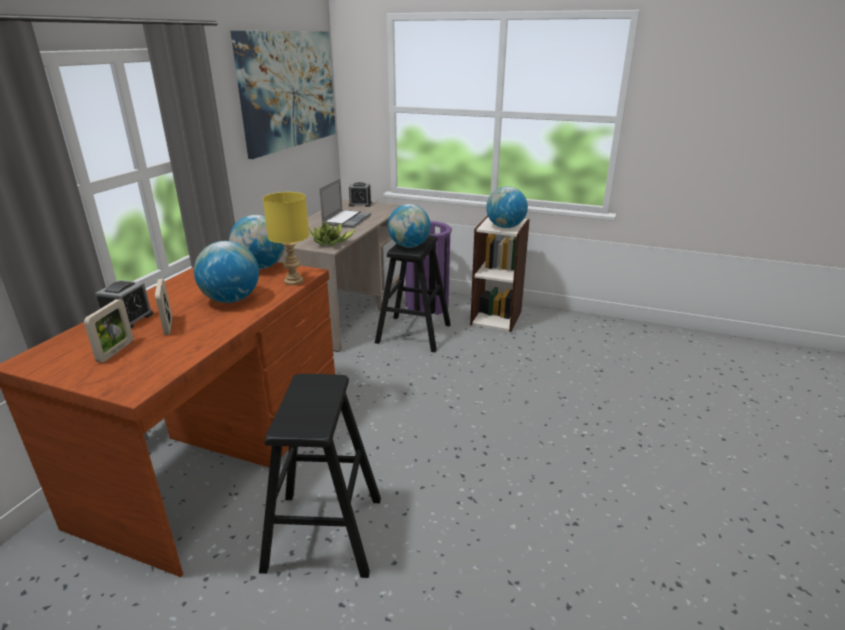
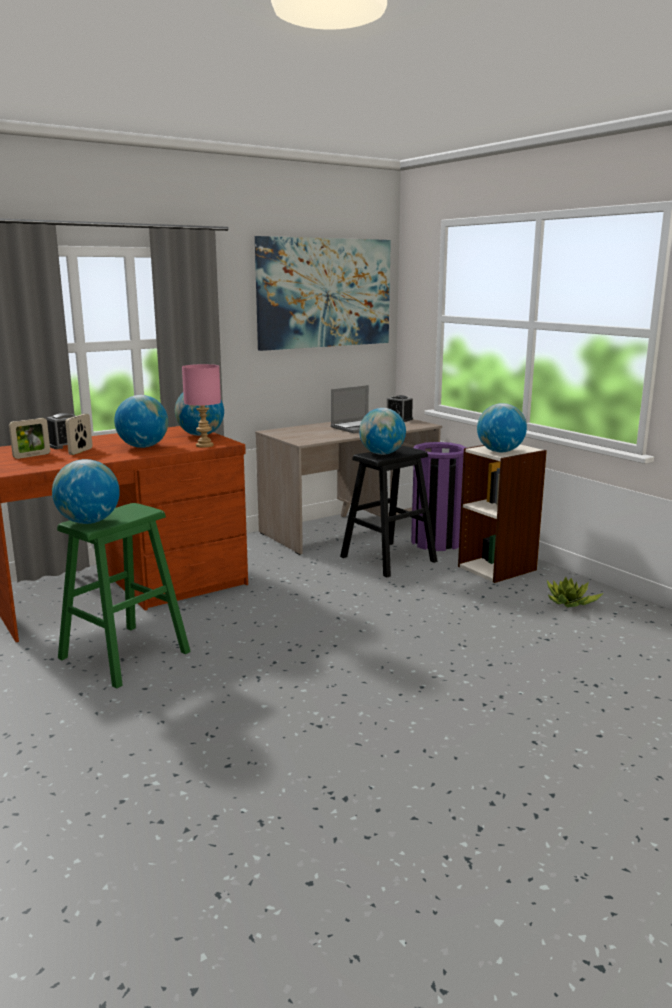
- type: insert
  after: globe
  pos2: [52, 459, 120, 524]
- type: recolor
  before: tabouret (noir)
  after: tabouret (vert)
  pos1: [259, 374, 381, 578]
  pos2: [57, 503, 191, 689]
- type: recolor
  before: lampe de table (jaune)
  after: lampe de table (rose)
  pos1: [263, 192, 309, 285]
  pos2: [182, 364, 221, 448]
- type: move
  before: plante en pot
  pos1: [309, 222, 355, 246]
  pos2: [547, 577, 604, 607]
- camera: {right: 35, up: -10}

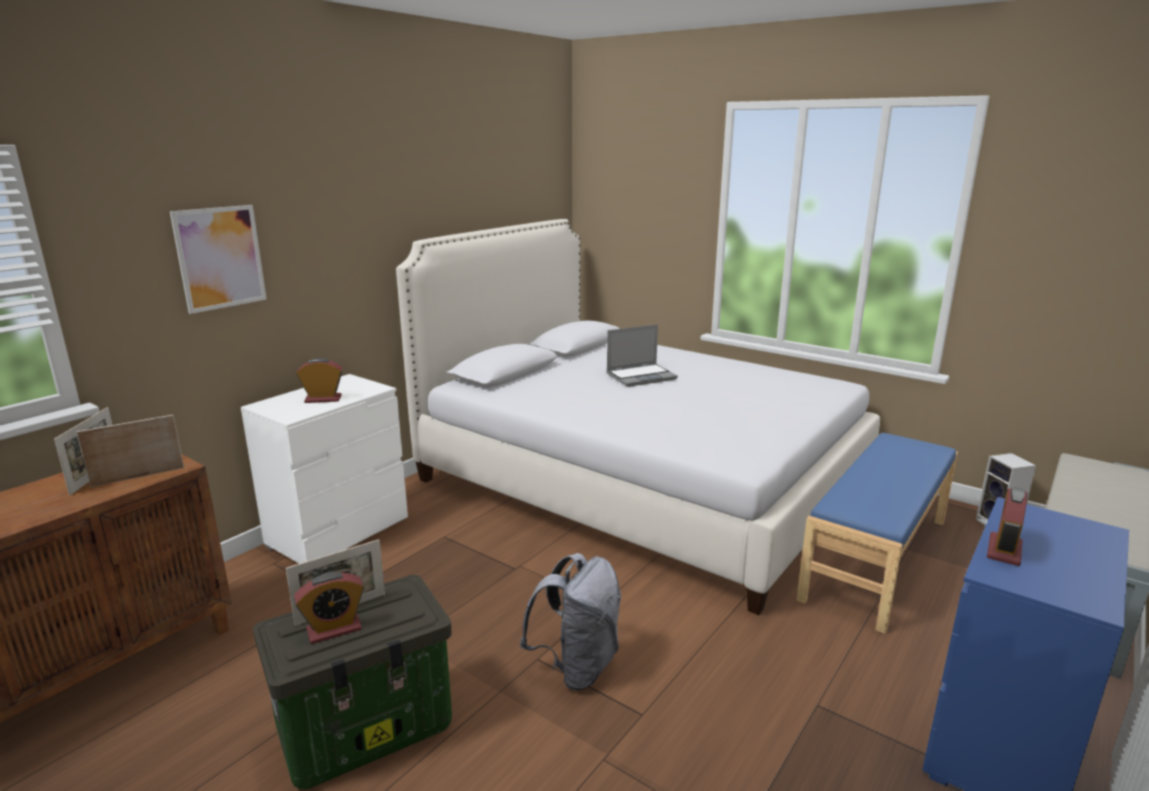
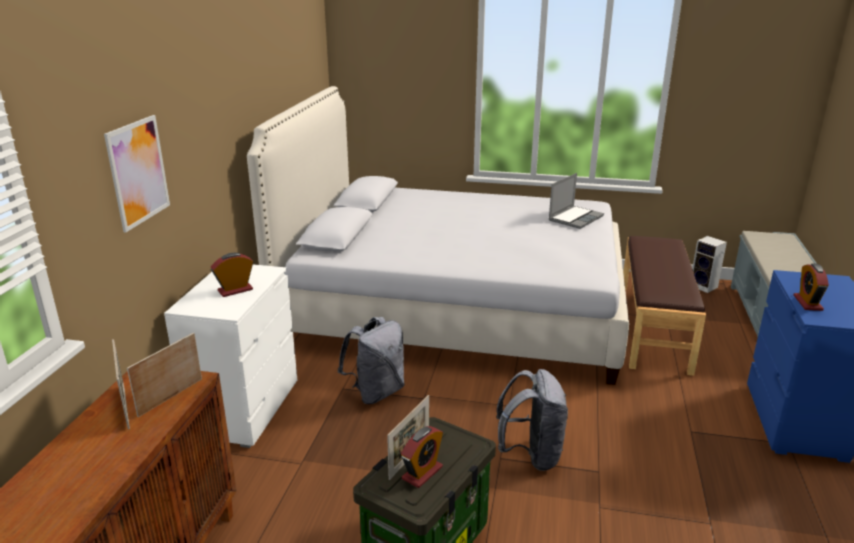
- type: insert
  after: sac à dos (gris)
  pos2: [338, 317, 404, 404]
- type: move
  before: ordinateur portable
  pos1: [606, 324, 678, 387]
  pos2: [549, 173, 604, 229]
- type: recolor
  before: banc (bleu)
  after: banc (marron)
  pos1: [796, 433, 958, 634]
  pos2: [623, 236, 706, 376]
- camera: {right: -25, up: 5}

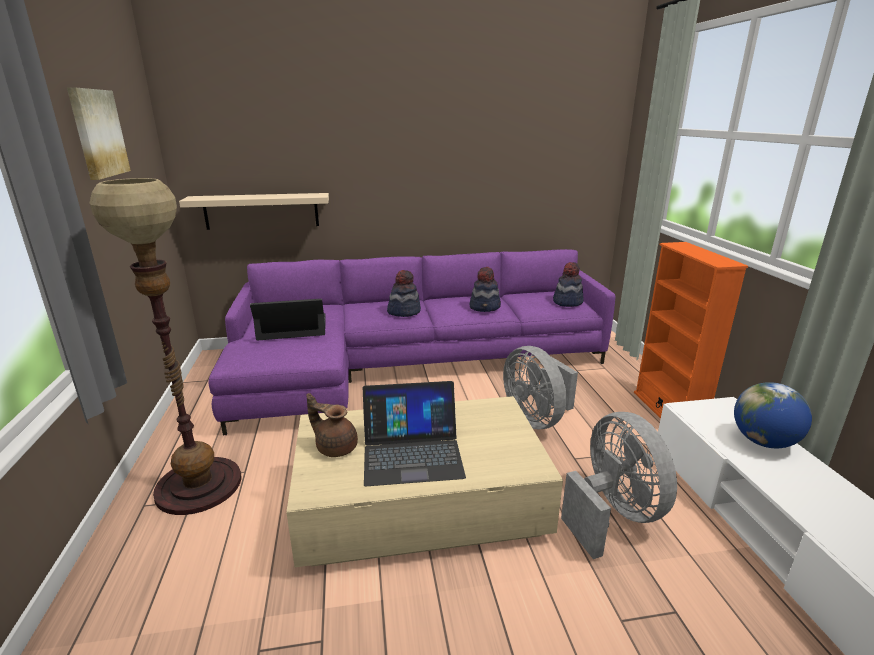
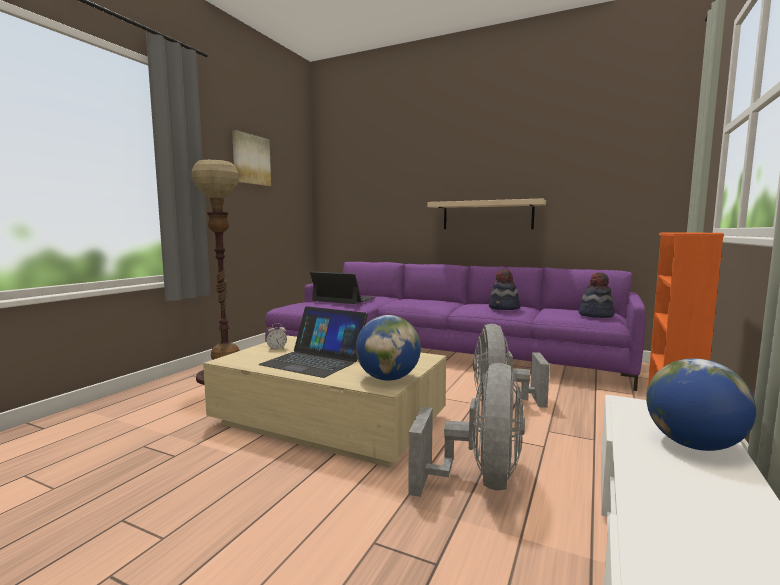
- type: replace
  before: théière (marron)
  after: réveil
  pos1: [307, 393, 358, 457]
  pos2: [266, 323, 287, 350]
- type: insert
  after: globe
  pos2: [356, 315, 421, 381]
- type: move
  before: étagère (beige)
  pos1: [179, 193, 329, 230]
  pos2: [427, 198, 546, 229]
- type: delete
  before: chapeau
  pos1: [387, 270, 421, 317]
- camera: {right: 35, up: -15}

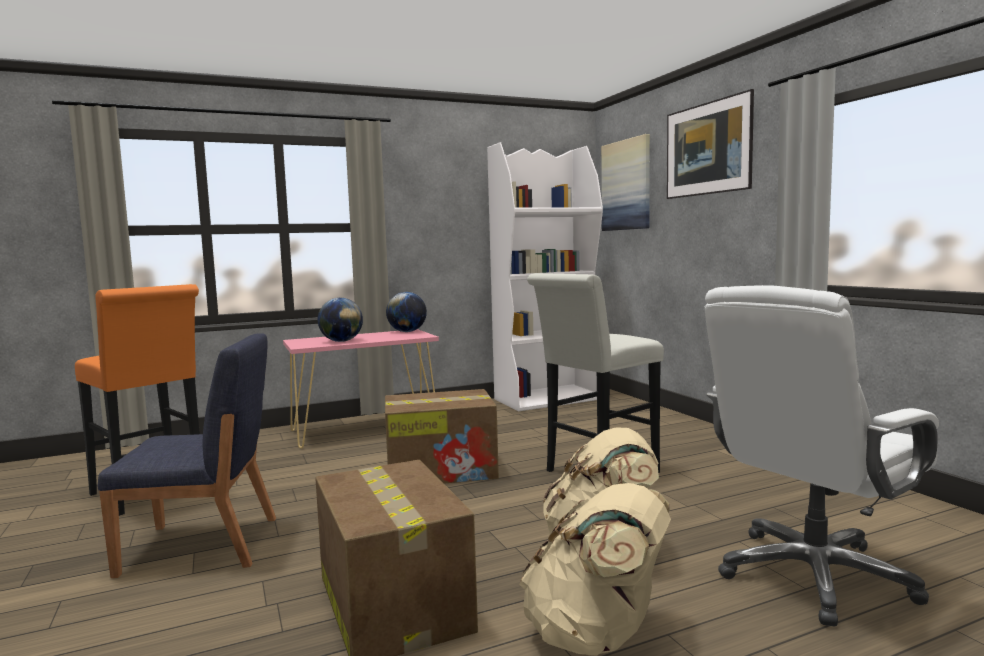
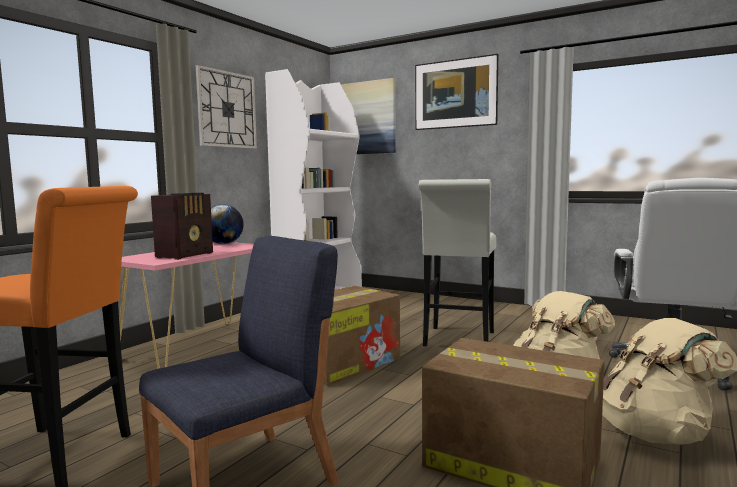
- type: replace
  before: globe
  after: radio
  pos1: [318, 298, 363, 342]
  pos2: [151, 193, 213, 260]
- type: insert
  after: horloge murale
  pos2: [196, 65, 257, 149]
- camera: {right: -35, up: 0}

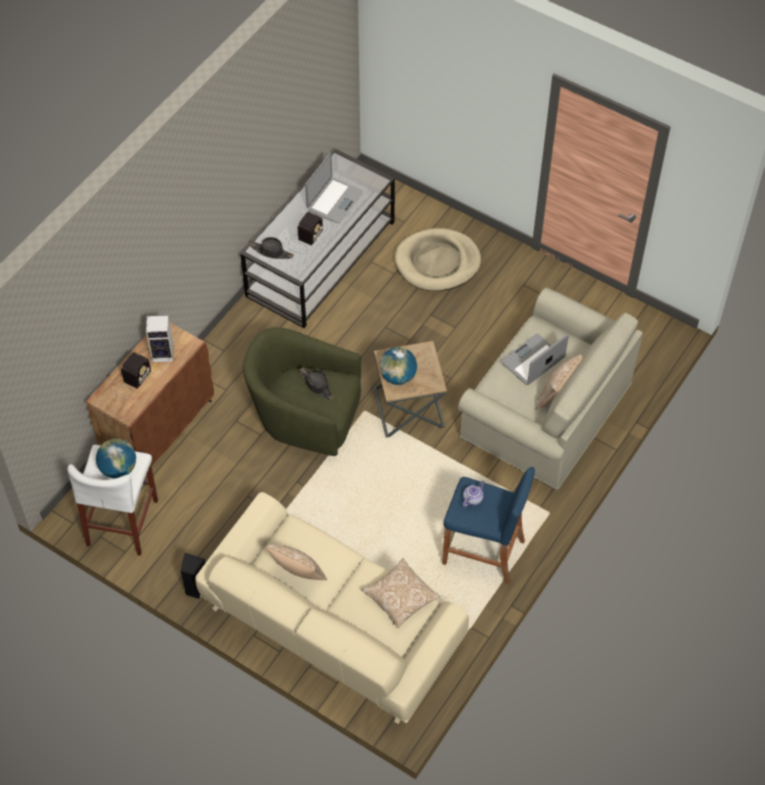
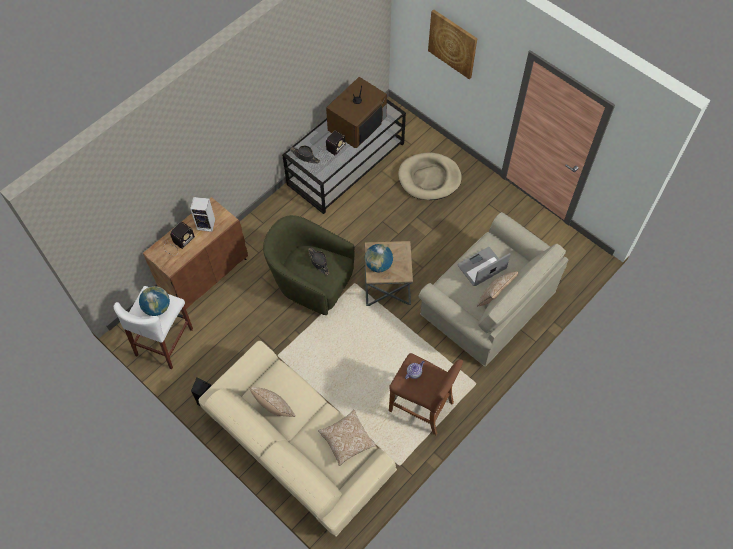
- type: replace
  before: ordinateur portable
  after: téléviseur
  pos1: [305, 153, 363, 223]
  pos2: [326, 77, 387, 148]
- type: recolor
  before: tabouret (bleu)
  after: tabouret (marron)
  pos1: [442, 467, 535, 585]
  pos2: [389, 353, 463, 435]
- type: insert
  after: tableau
  pos2: [428, 9, 477, 79]
- camera: {right: 10, up: 5}

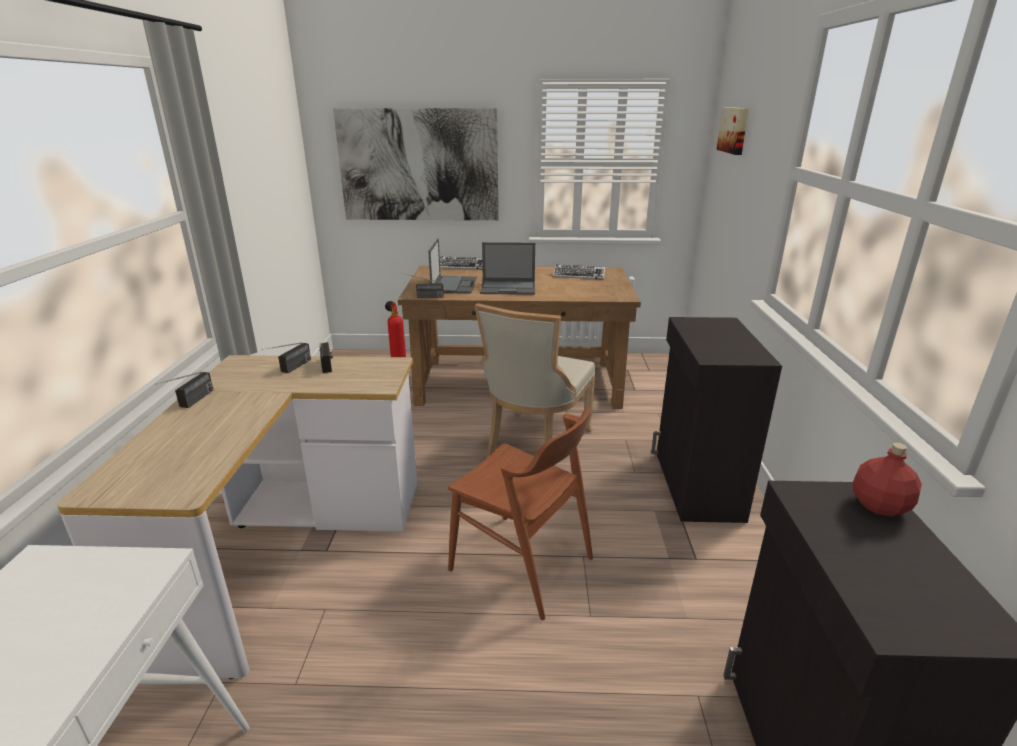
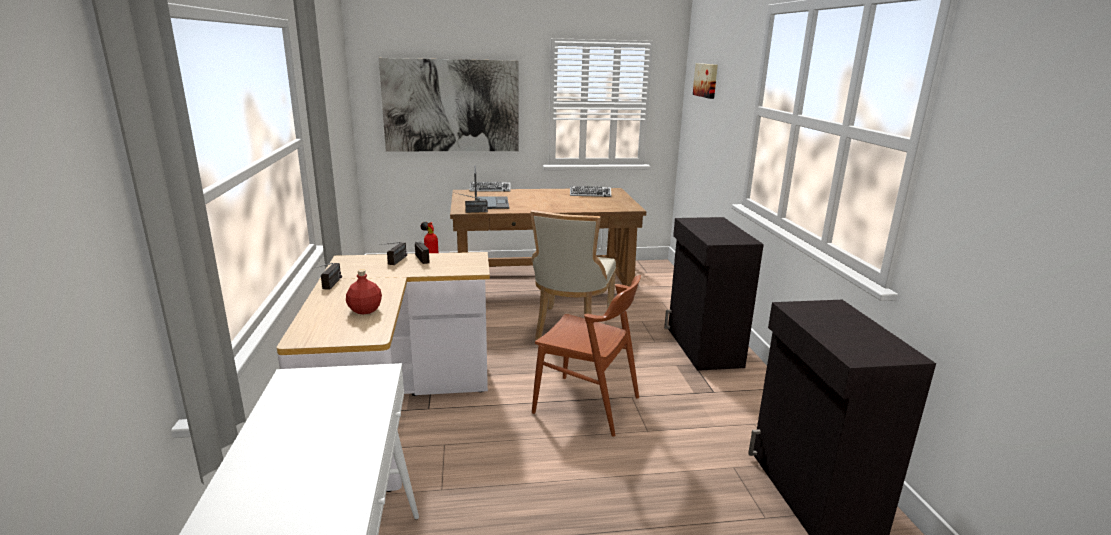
- type: move
  before: bouteille (rouge)
  pos1: [853, 442, 922, 516]
  pos2: [346, 269, 382, 314]
- type: delete
  before: ordinateur portable
  pos1: [480, 242, 535, 295]
- camera: {right: -10, up: -5}

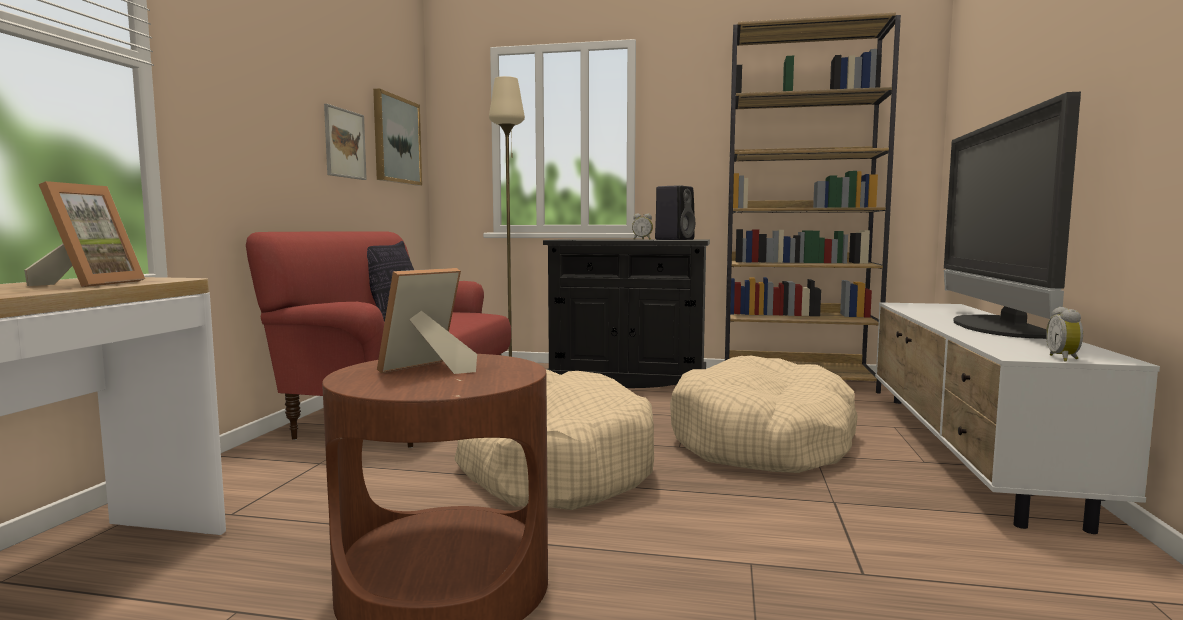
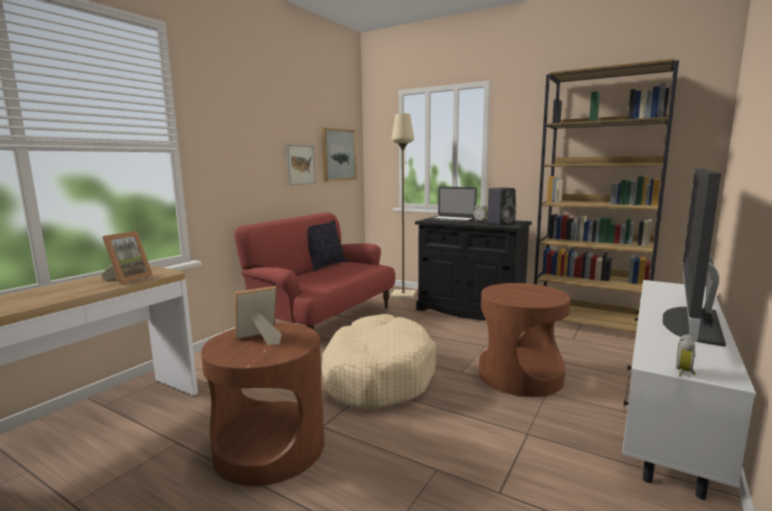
- type: insert
  after: ordinateur portable
  pos2: [425, 187, 477, 223]
- type: replace
  before: panier pour chien (beige)
  after: table d'appoint (marron)
  pos1: [670, 355, 858, 473]
  pos2: [479, 283, 571, 397]
- camera: {right: 20, up: 5}

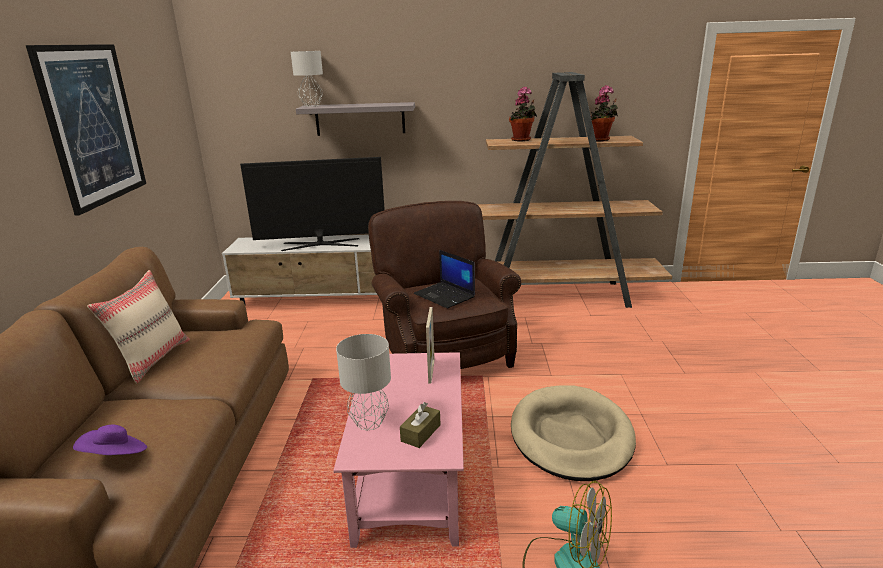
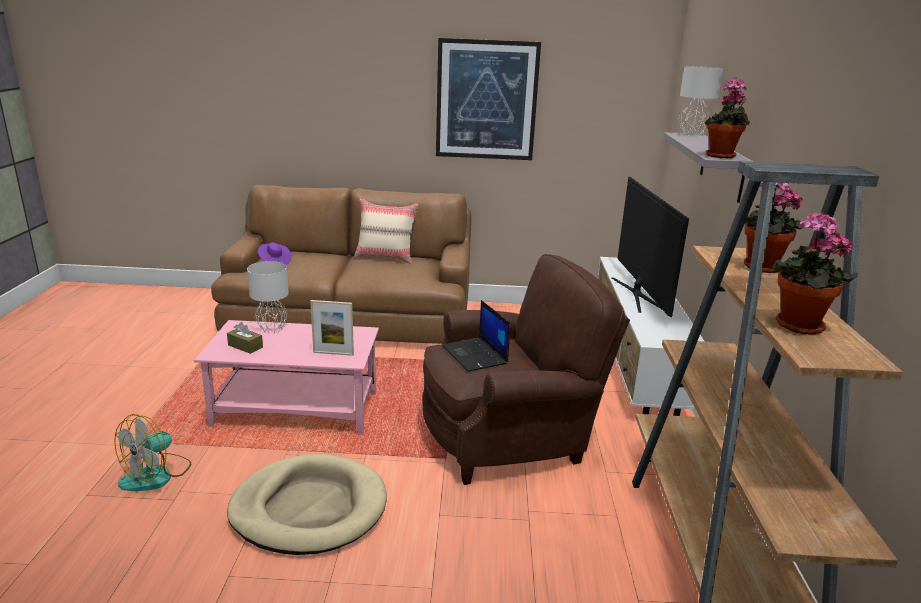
- type: rotate
  before: ordinateur portable
  pos1: [414, 250, 475, 308]
  pos2: [442, 300, 510, 372]
  turn: -75
- type: insert
  after: plante en pot
  pos2: [704, 77, 750, 158]
- camera: {right: 90, up: 0}

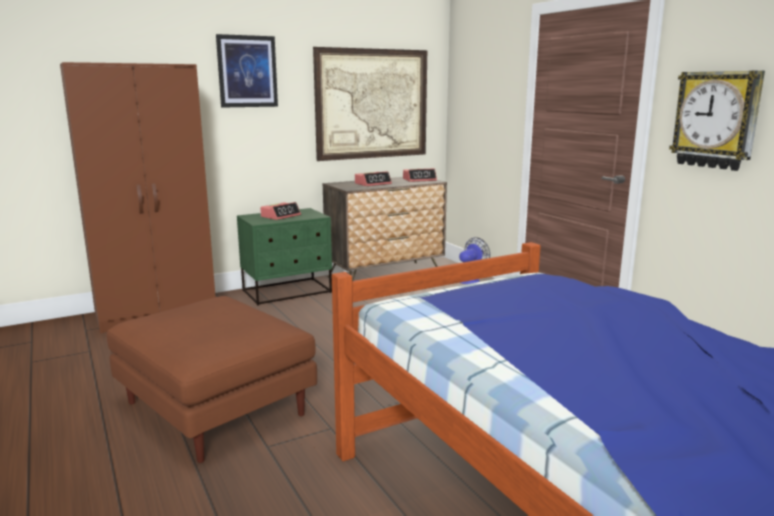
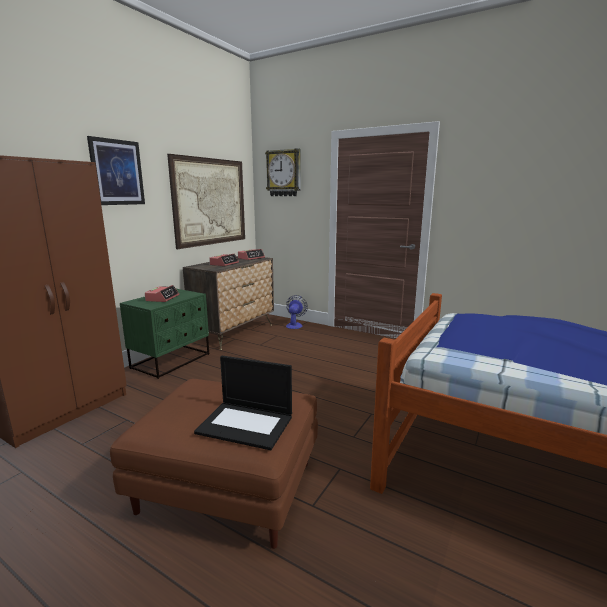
- type: insert
  after: ordinateur portable
  pos2: [194, 356, 292, 450]
- type: move
  before: horloge murale
  pos1: [669, 71, 765, 171]
  pos2: [265, 148, 301, 196]
- camera: {right: -30, up: 0}

